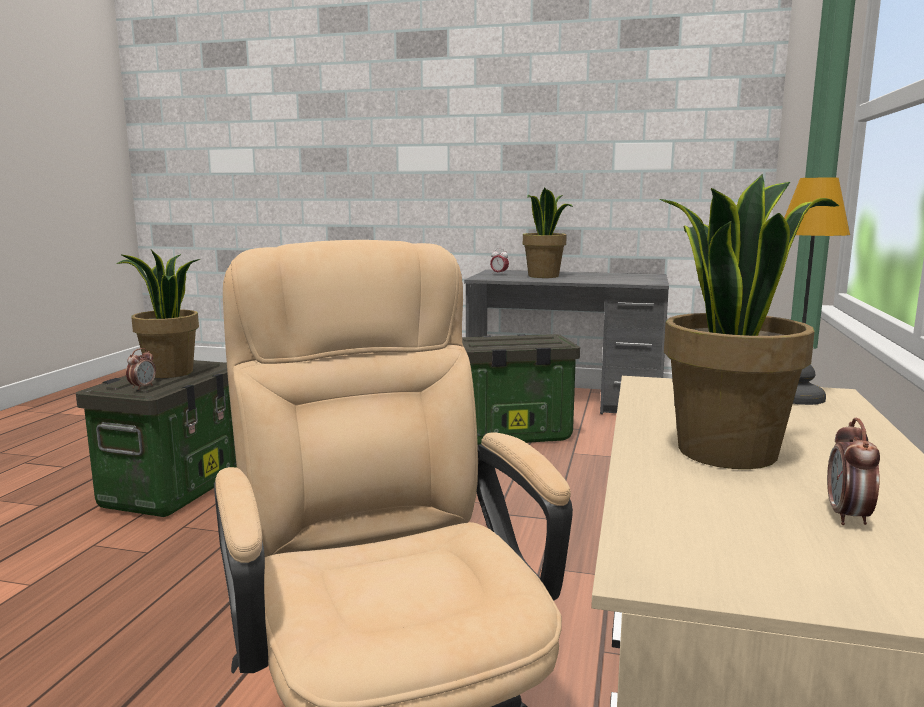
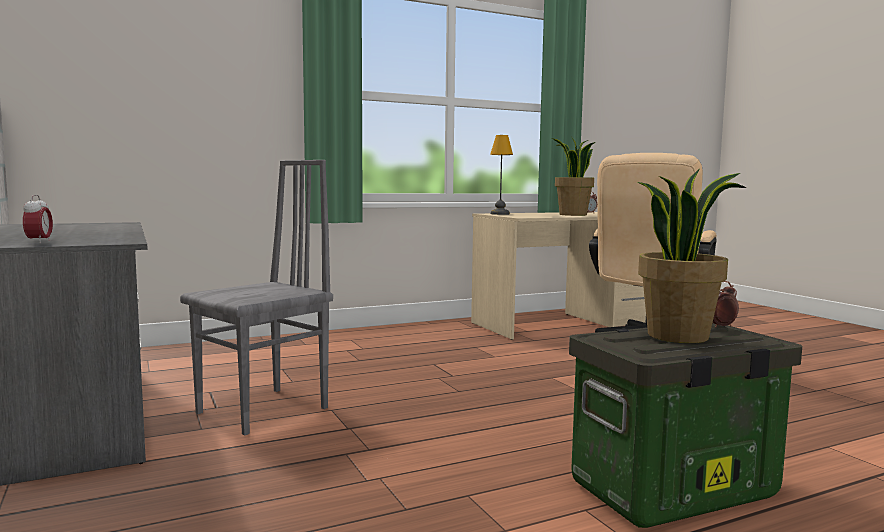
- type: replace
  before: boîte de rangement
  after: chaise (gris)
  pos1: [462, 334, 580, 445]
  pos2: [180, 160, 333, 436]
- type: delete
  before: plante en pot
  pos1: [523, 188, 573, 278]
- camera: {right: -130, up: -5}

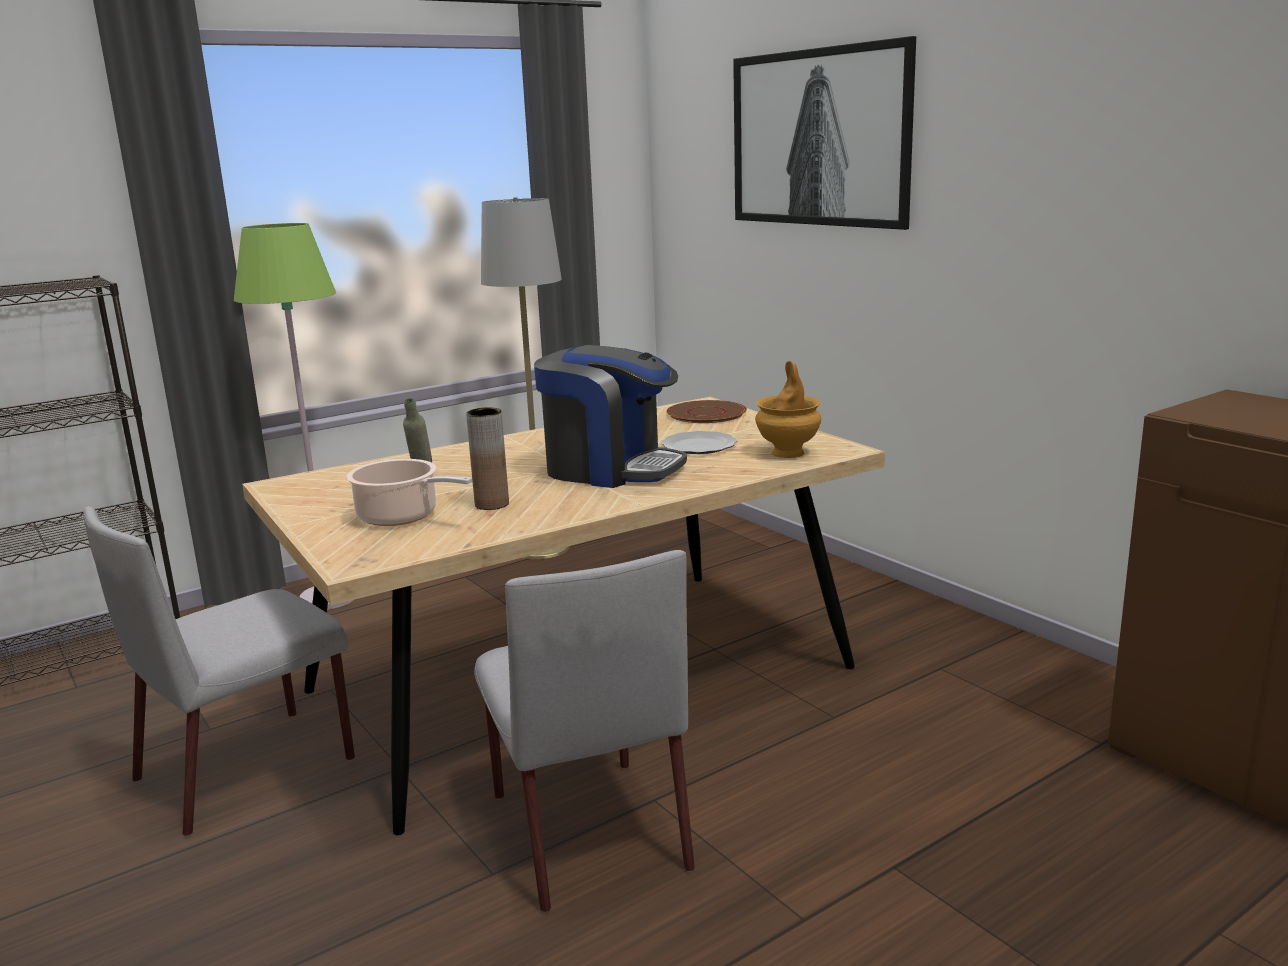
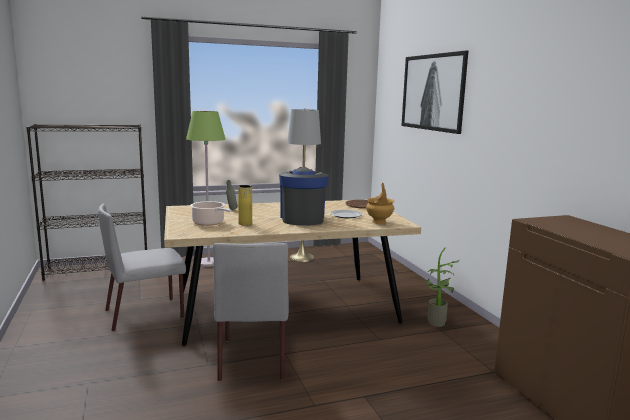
- type: recolor
  before: vase (marron)
  after: vase (jaune)
  pos1: [466, 407, 509, 510]
  pos2: [238, 185, 252, 226]
- type: rotate
  before: machine à café
  pos1: [534, 345, 687, 488]
  pos2: [279, 167, 329, 226]
  turn: -135
- type: insert
  after: plante en pot
  pos2: [426, 248, 459, 327]
- camera: {right: 15, up: -5}

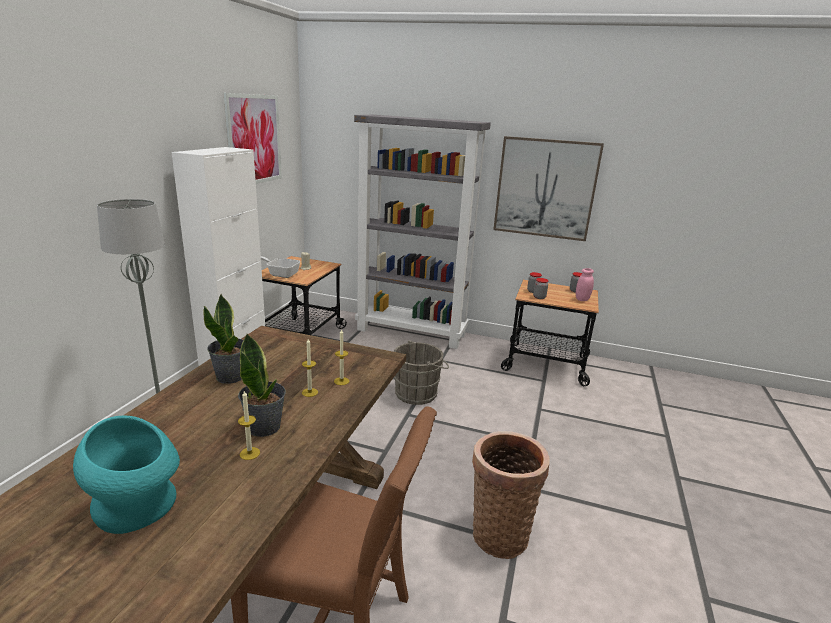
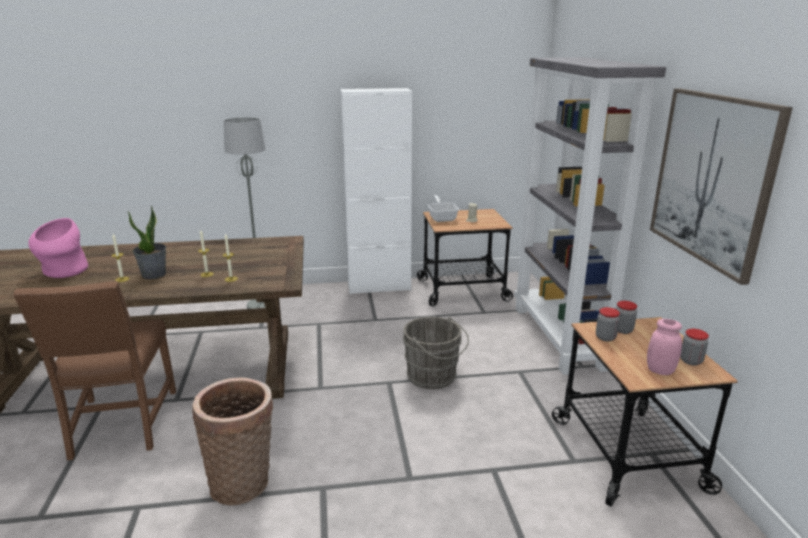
- type: recolor
  before: vase (turquoise)
  after: vase (rose)
  pos1: [73, 416, 180, 534]
  pos2: [28, 218, 88, 278]
- type: delete
  before: plante en pot
  pos1: [203, 294, 244, 384]
- type: delete
  before: tableau
  pos1: [223, 93, 282, 184]
- camera: {right: 65, up: 0}

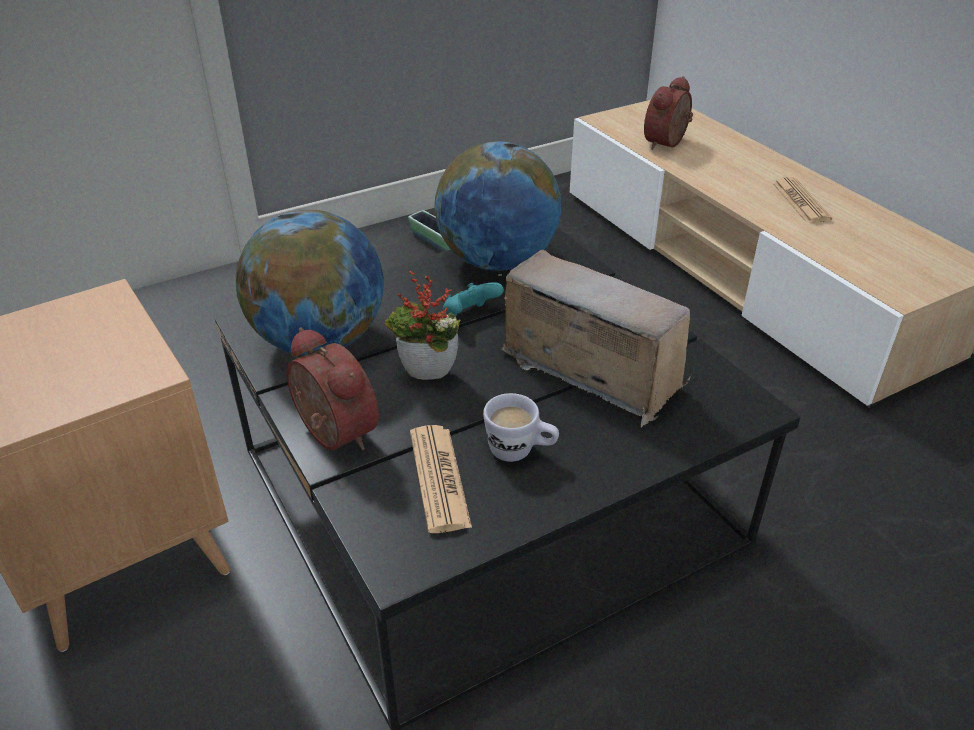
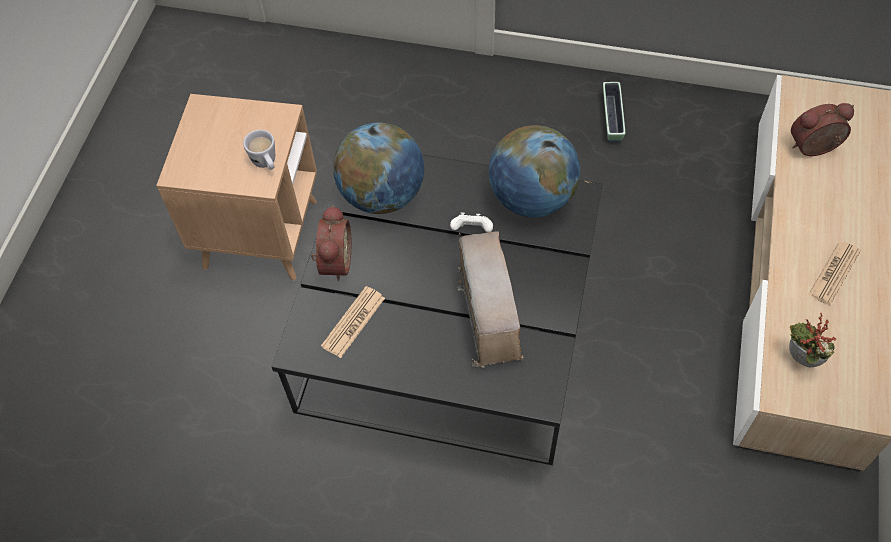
- type: move
  before: mug (blanc)
  pos1: [483, 393, 559, 462]
  pos2: [243, 130, 275, 170]
- type: recolor
  before: manette (turquoise)
  after: manette (blanc)
  pos1: [443, 282, 504, 316]
  pos2: [450, 212, 493, 233]
- type: move
  before: plante en pot
  pos1: [385, 271, 461, 380]
  pos2: [789, 313, 837, 367]
- camera: {right: 45, up: 20}

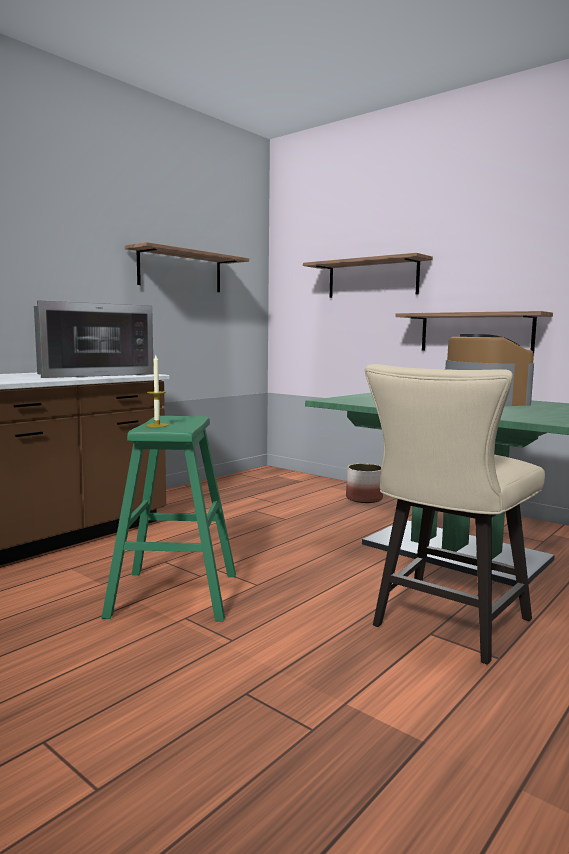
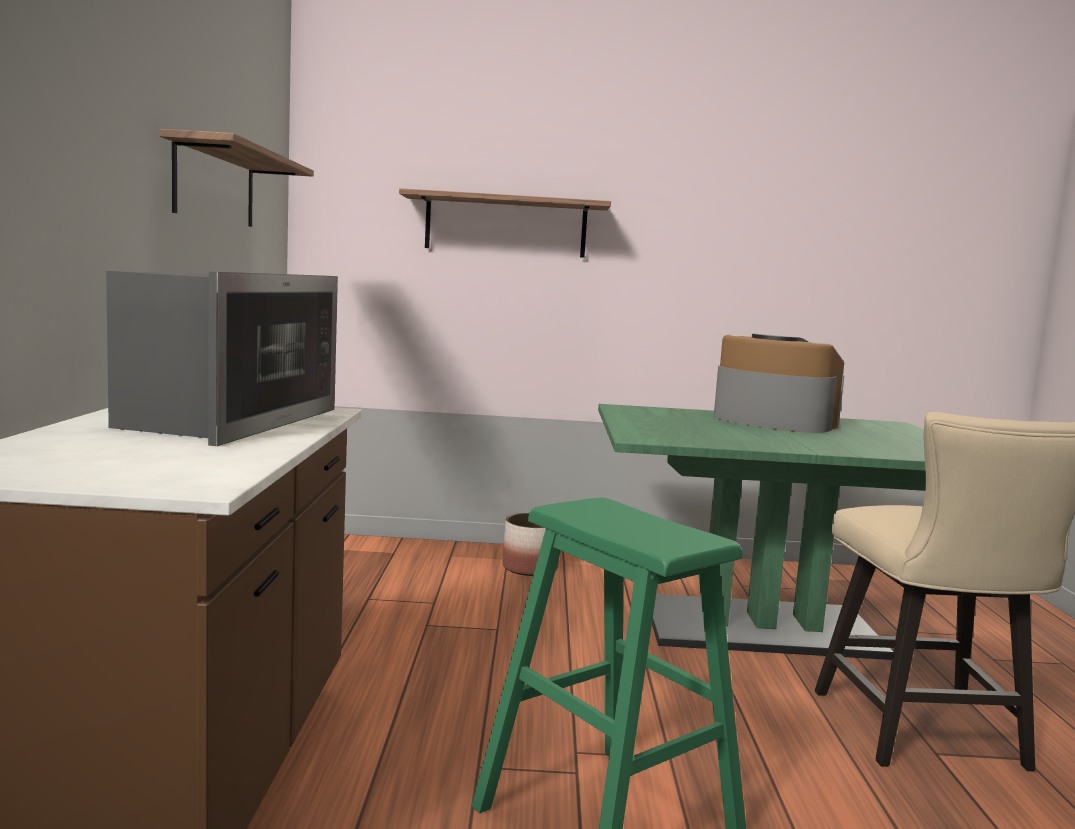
- type: delete
  before: bougie
  pos1: [146, 355, 168, 427]
- type: delete
  before: étagère
  pos1: [395, 311, 553, 353]
- camera: {right: -40, up: 0}

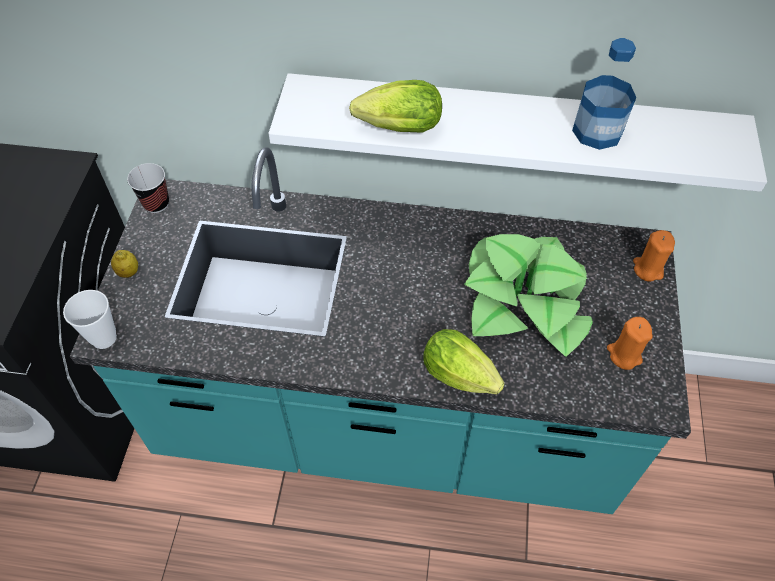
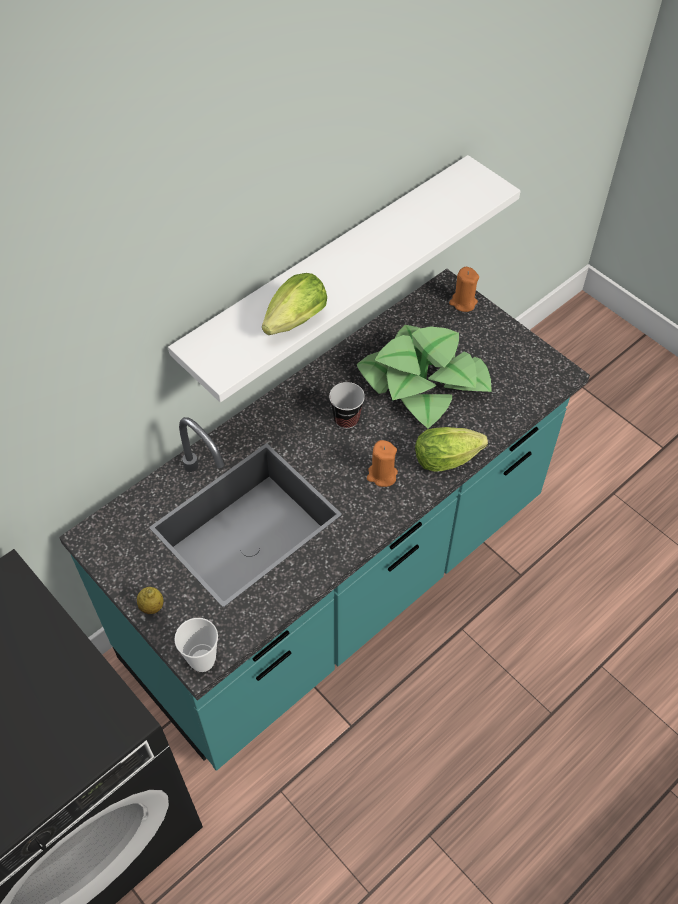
- type: move
  before: tasse
  pos1: [127, 163, 169, 213]
  pos2: [329, 382, 365, 429]
- type: move
  before: bougie (orange)
  pos1: [607, 317, 653, 370]
  pos2: [367, 440, 398, 487]
- type: delete
  before: bouteille
  pos1: [572, 38, 636, 150]
- camera: {right: -50, up: 0}

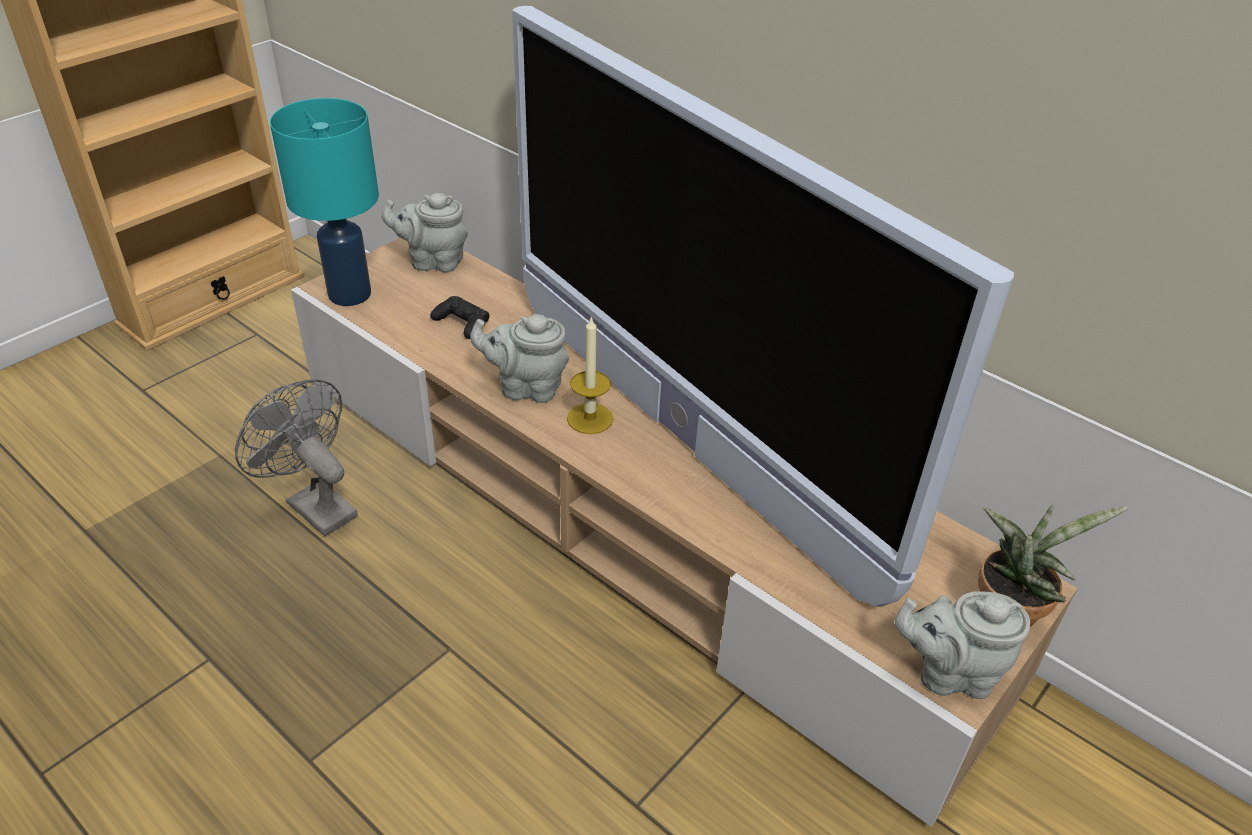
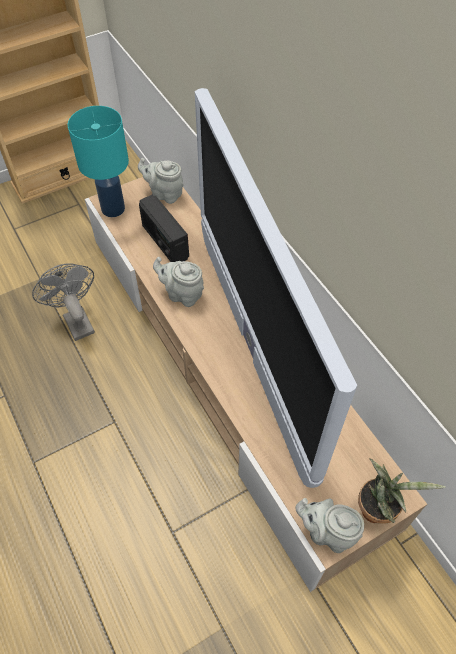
- type: replace
  before: manette (noir)
  after: radio
  pos1: [430, 296, 489, 339]
  pos2: [139, 195, 189, 262]
- type: delete
  before: bougie
  pos1: [567, 317, 613, 434]
- camera: {right: 20, up: 15}

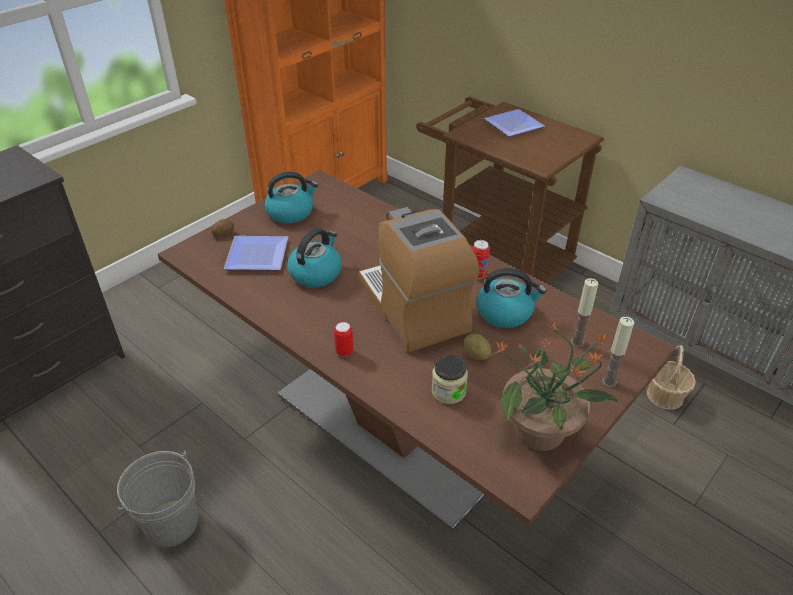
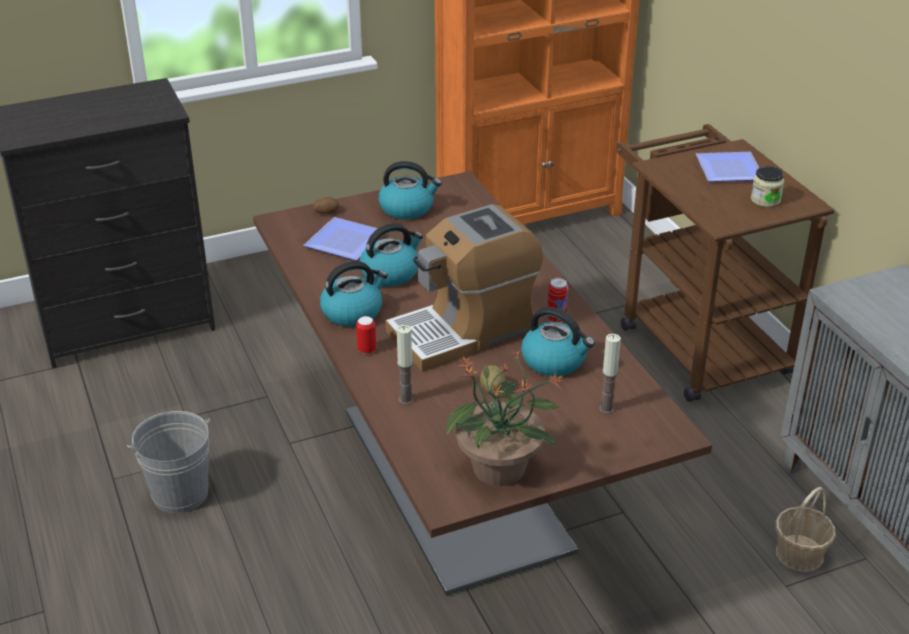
- type: insert
  after: bouilloire
  pos2: [320, 261, 388, 327]
- type: rotate
  before: machine à café
  pos1: [359, 207, 479, 352]
  pos2: [385, 204, 543, 372]
  turn: -120
- type: move
  before: bougie
  pos1: [602, 317, 634, 388]
  pos2: [397, 325, 414, 405]
- type: move
  before: bocal
  pos1: [432, 355, 468, 404]
  pos2: [751, 166, 784, 207]
- camera: {right: 25, up: -5}

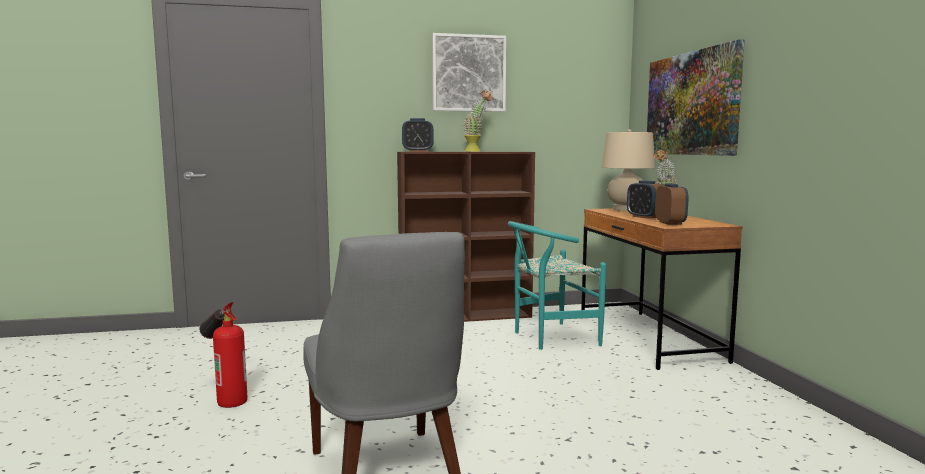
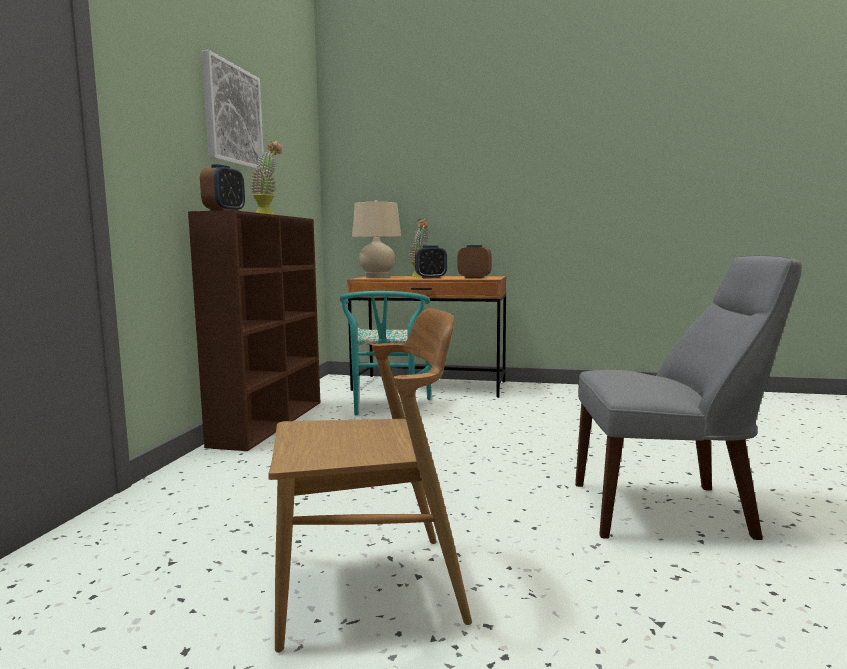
- type: replace
  before: extincteur
  after: chaise (marron)
  pos1: [199, 302, 247, 408]
  pos2: [269, 308, 472, 653]
- type: delete
  before: tableau
  pos1: [647, 39, 745, 156]
- camera: {right: -65, up: 0}

